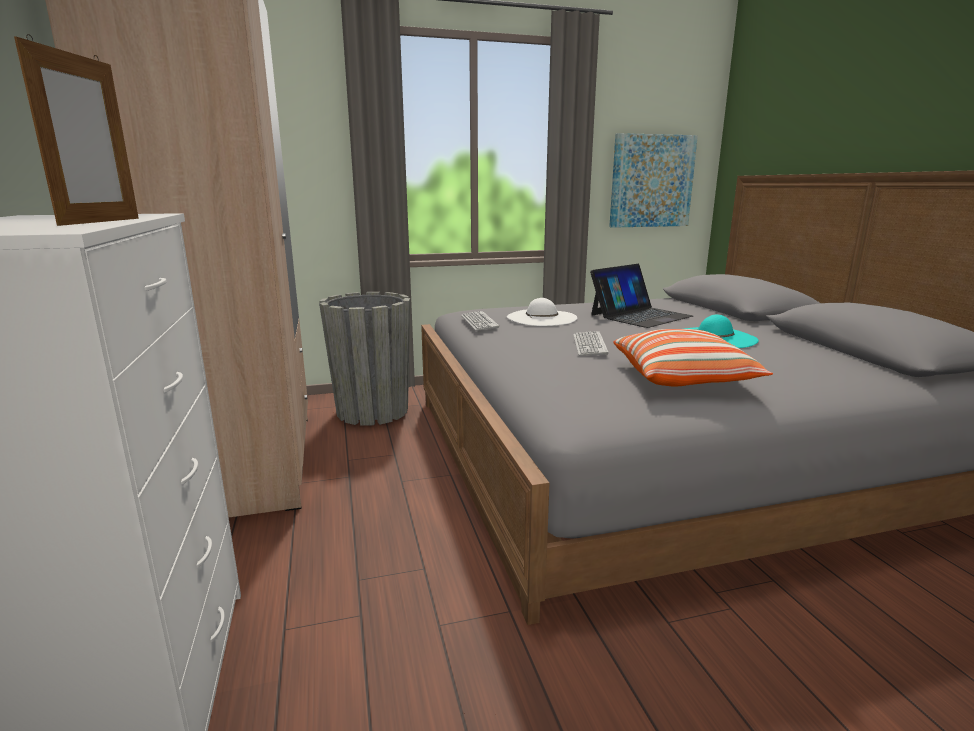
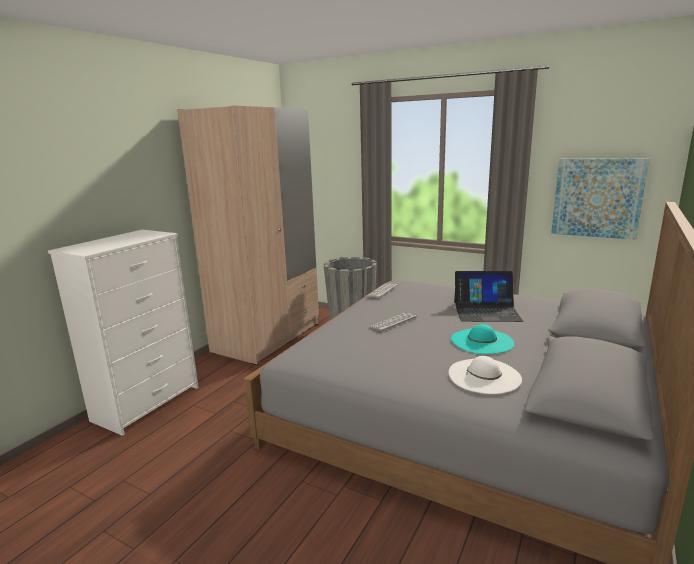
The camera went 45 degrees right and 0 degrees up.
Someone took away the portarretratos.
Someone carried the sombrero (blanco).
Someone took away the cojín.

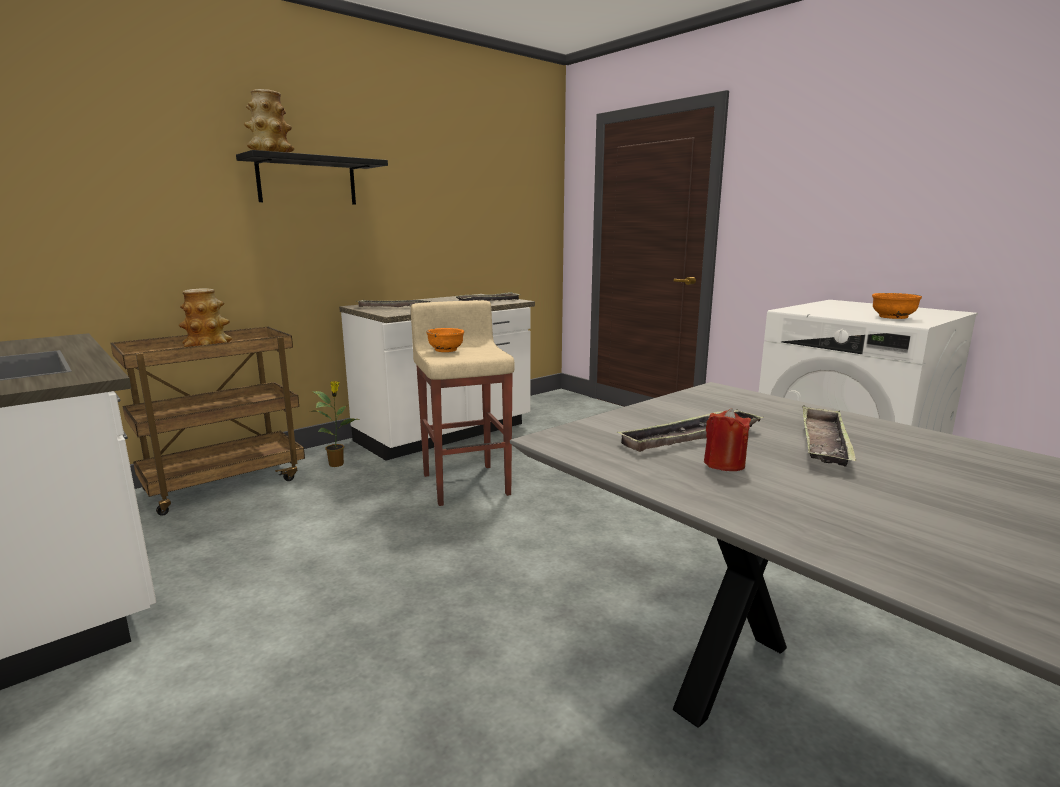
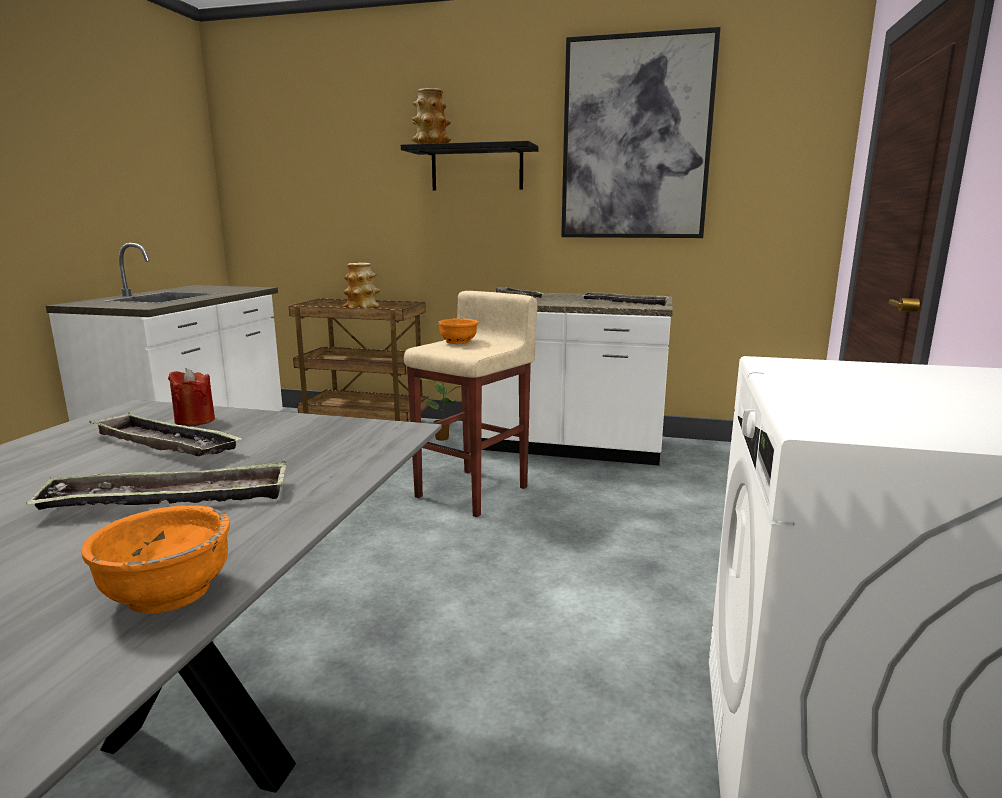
The camera went 55 degrees right and 0 degrees up.
Someone carried the vela (rojo).
Someone carried the cuenco (naranja) (2nd from left in the first image).
Someone put up the cuadro.

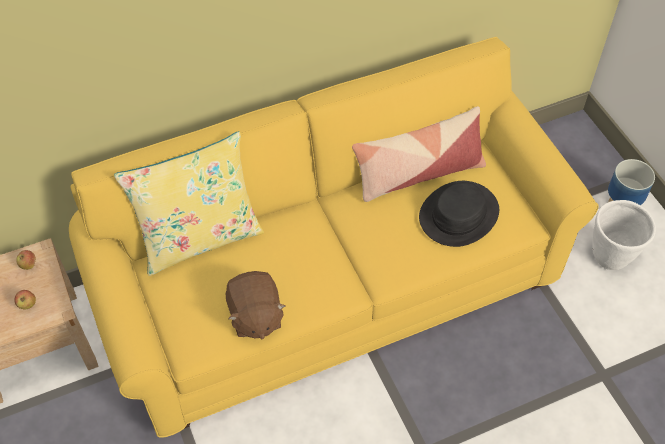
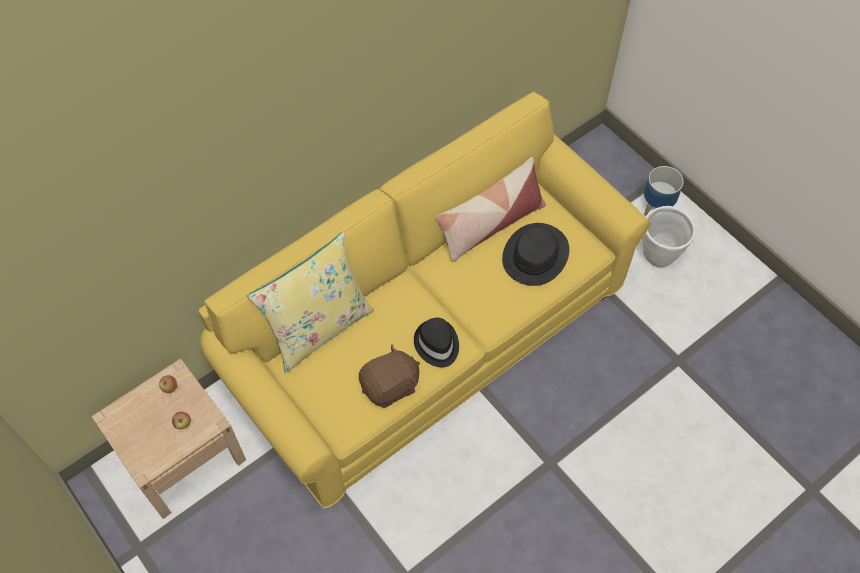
The camera went 15 degrees left and 5 degrees up.
Someone rotated the peluche (marrón) by 90 degrees counterclockwise.
Someone put down the sombrero (negro) (1st from left).

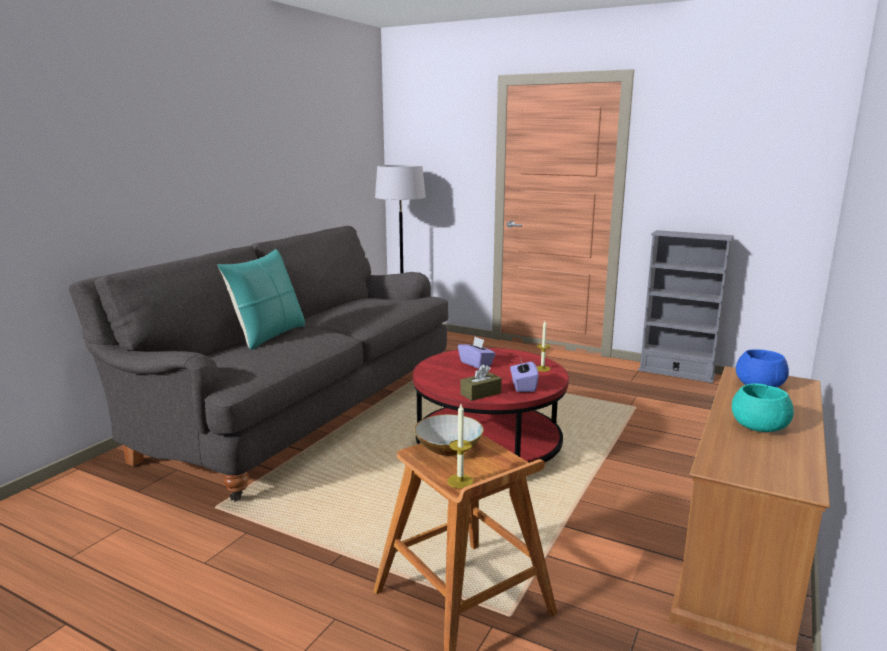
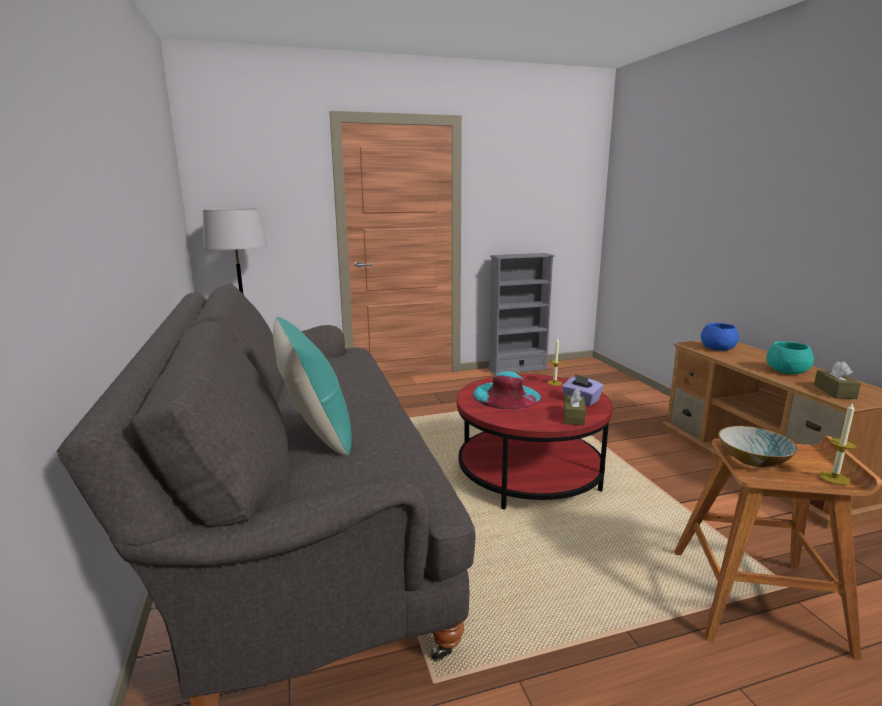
The camera went 45 degrees left and 0 degrees up.
Someone swapped the caja de pañuelos (morado) (1st from left) for the sombrero (turquesa).
Someone put down the caja de pañuelos (marrón) (2nd from left).

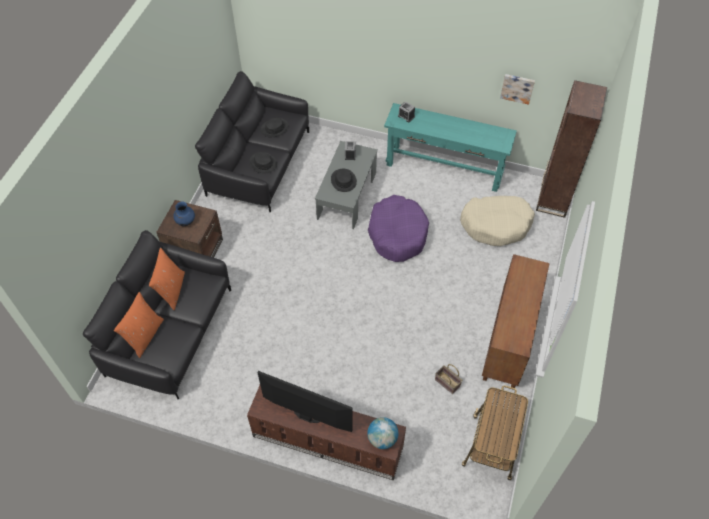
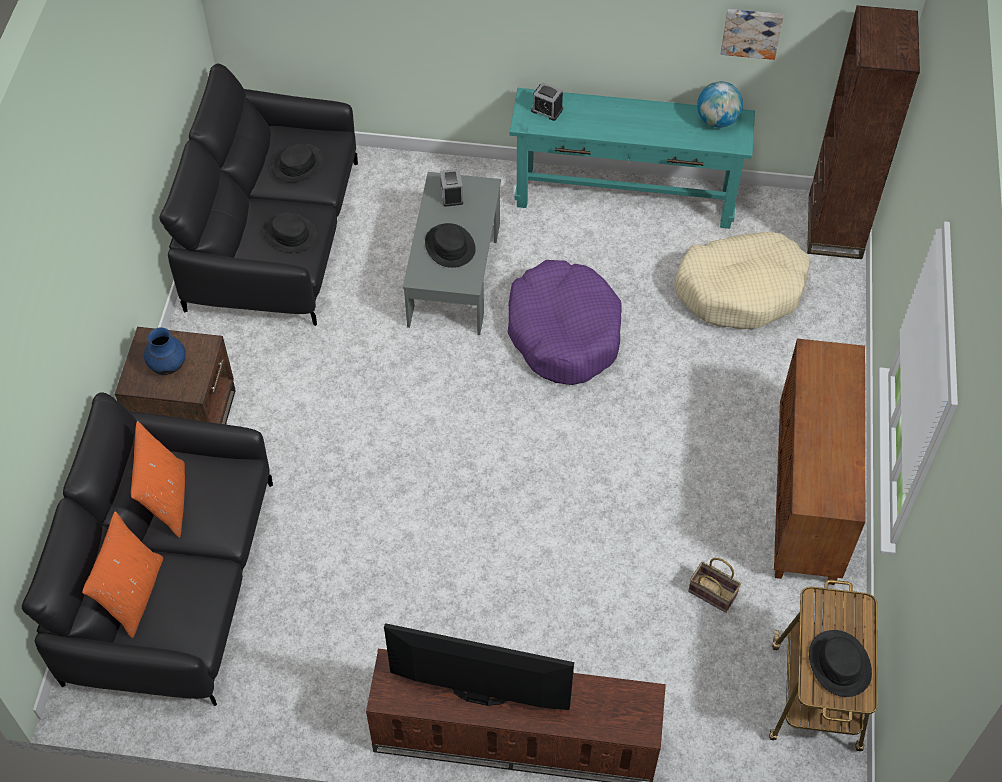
The camera went 10 degrees left and 0 degrees up.
Someone carried the globo terráqueo.
Someone put down the sombrero (negro) (4th from left).

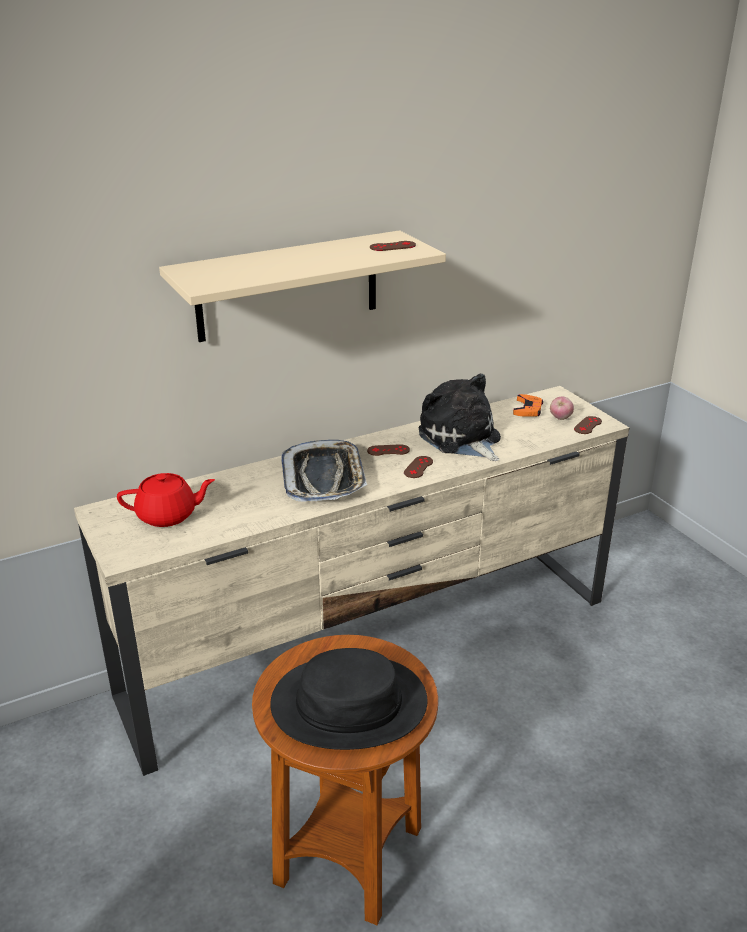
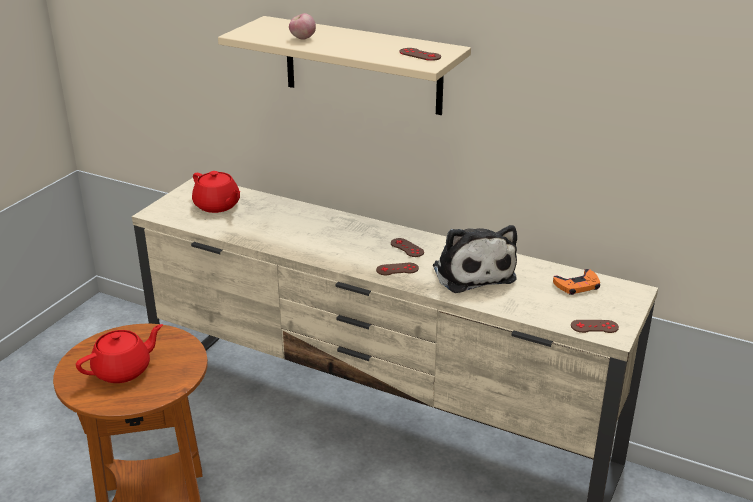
The camera went 55 degrees right and 0 degrees up.
Someone swapped the sombrero (negro) for the tetera (rojo) (1st from left).
Someone took away the bandeja.
Someone rotated the peluche by 135 degrees clockwise.
Someone carried the manzana.

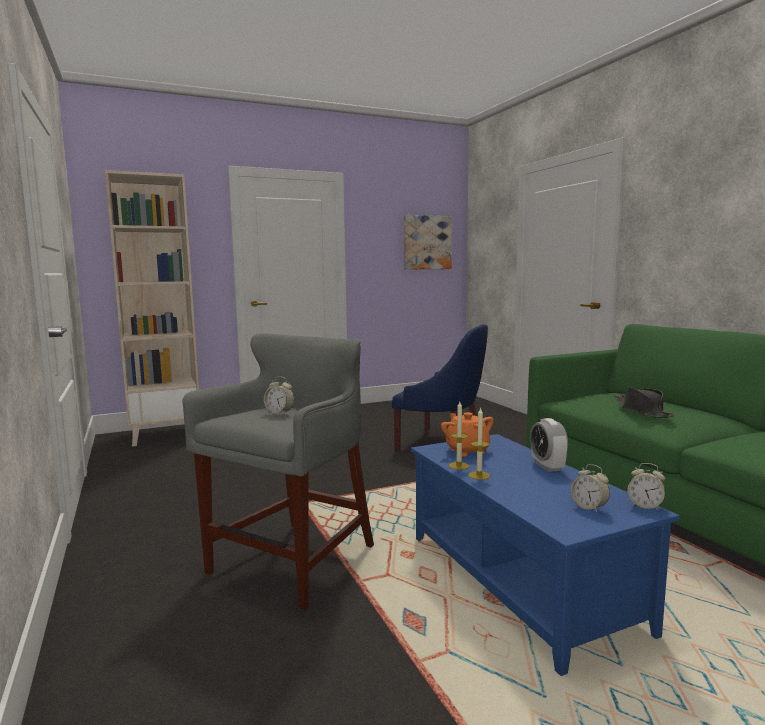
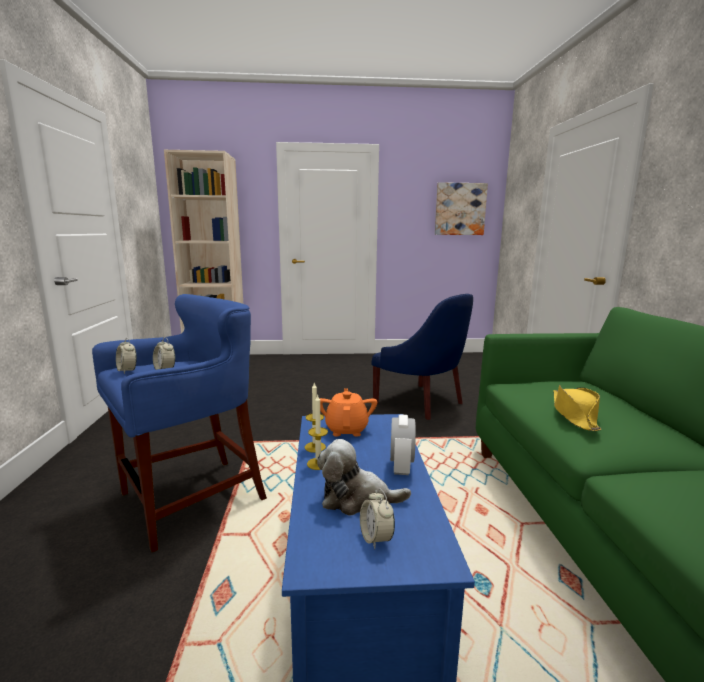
The camera went 20 degrees right and 5 degrees up.
Someone repainted the taburete (gris), which became the taburete (azul).
Someone repainted the sombrero (negro), which became the sombrero (amarillo).
Someone carried the despertador (4th from left in the first image).
Someone put down the peluche.

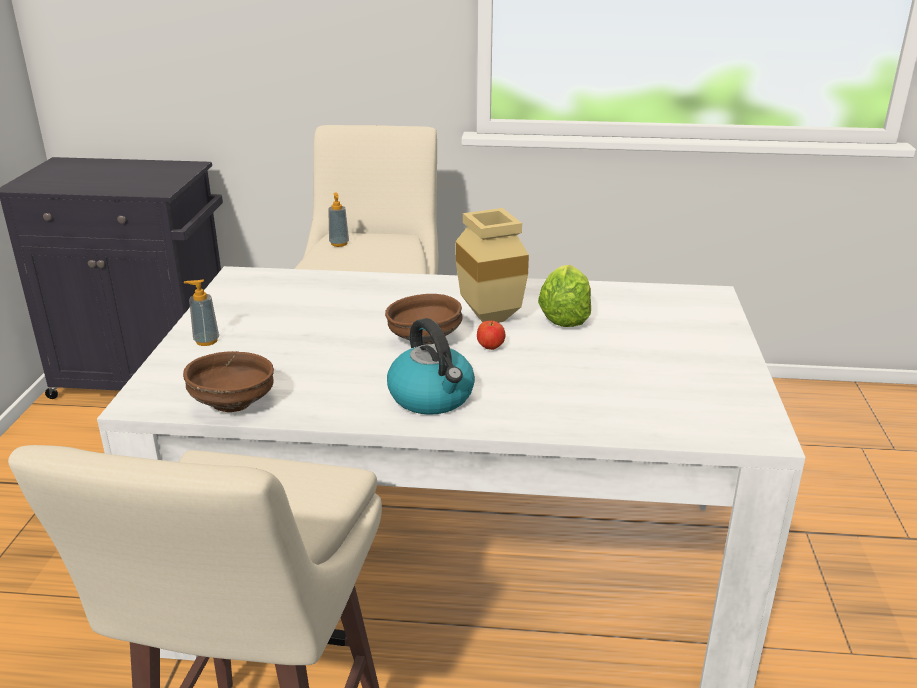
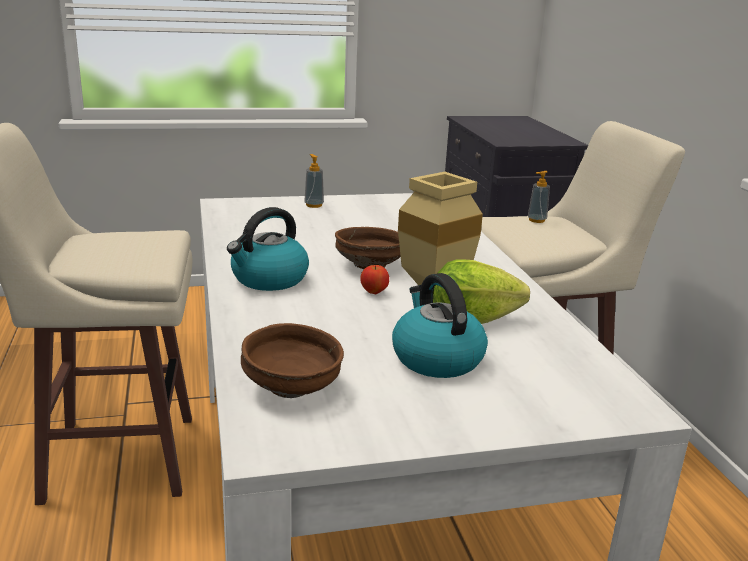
The camera went 70 degrees right and 5 degrees down.
Someone carried the cuenco (marrón) (1st from left).
Someone put down the hervidor (2nd from left).

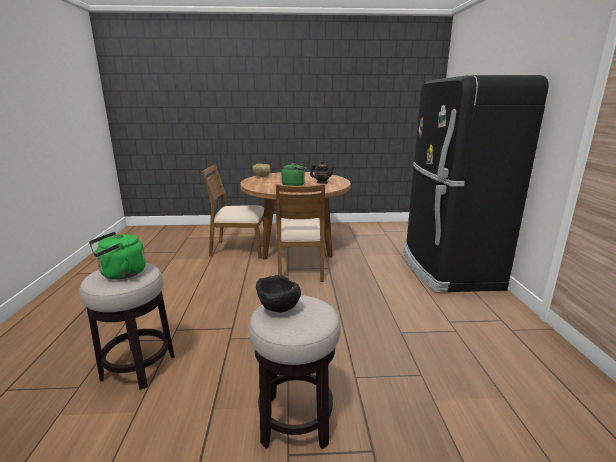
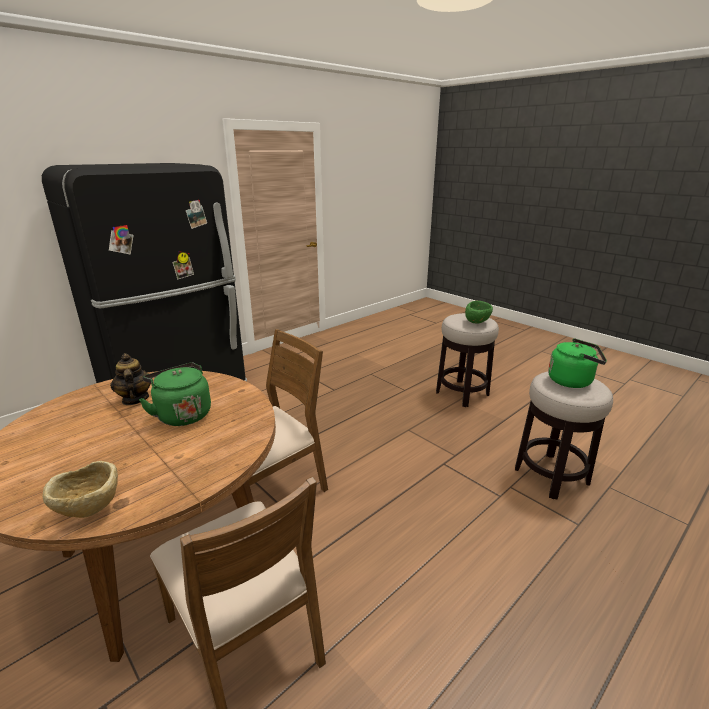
The camera went 130 degrees left and 5 degrees up.
Someone repainted the cuenco (negro), which became the cuenco (verde).

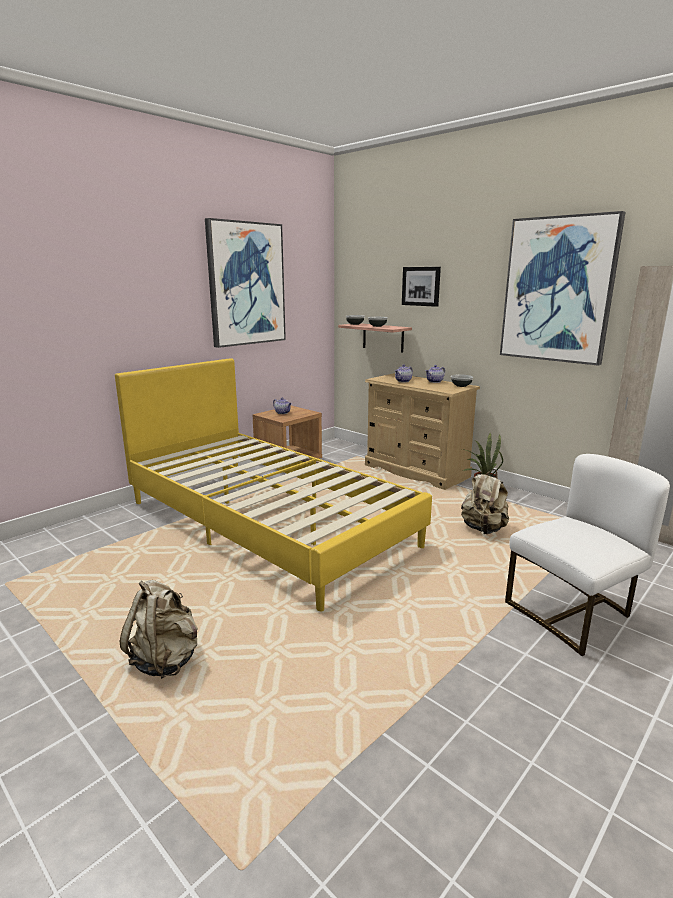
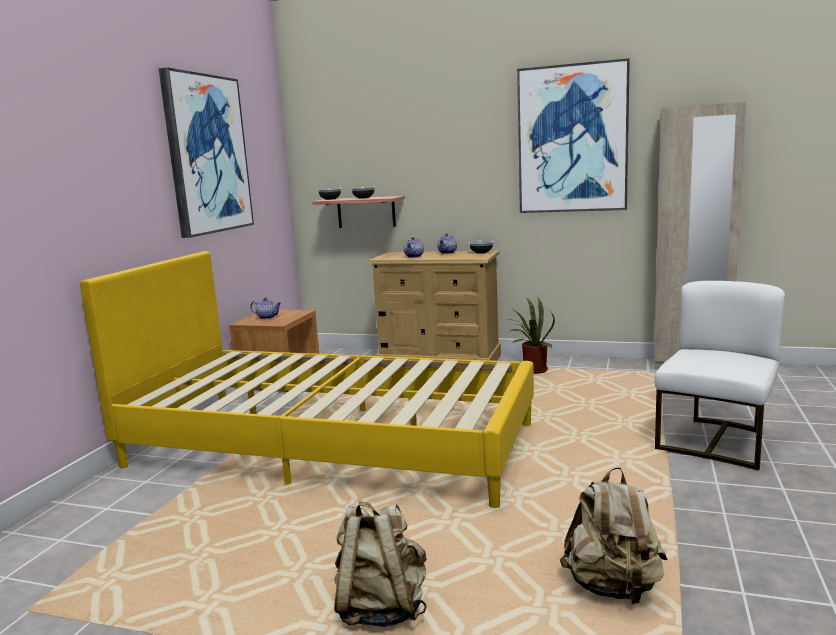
The camera went 25 degrees left and 5 degrees down.
Someone took away the cuadro (2nd from left).
Someone carried the mochila (beis) (2nd from left).

